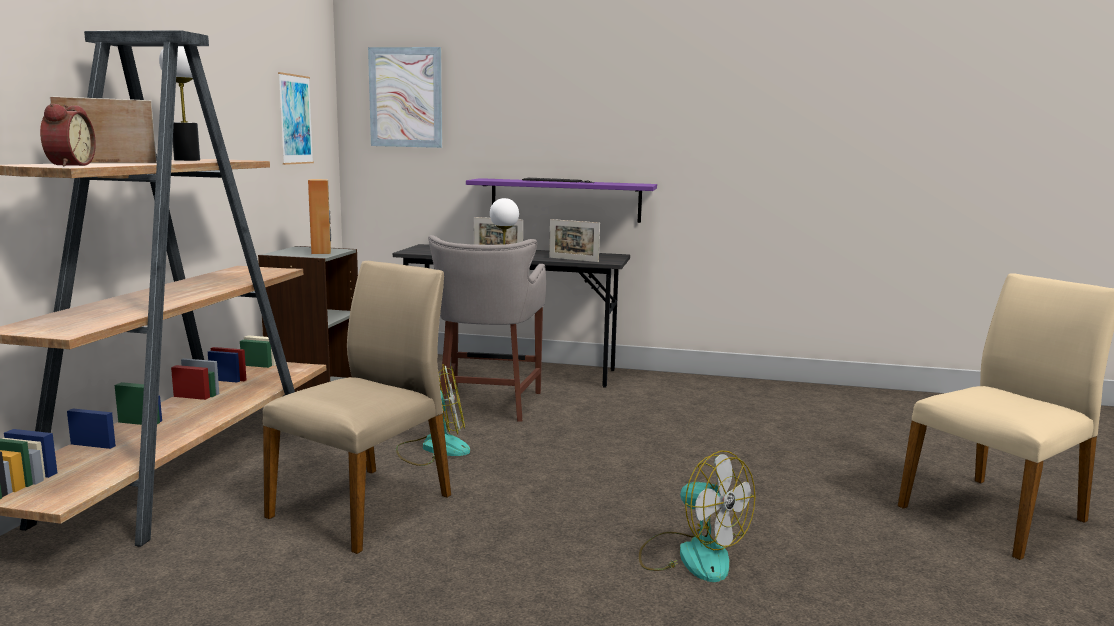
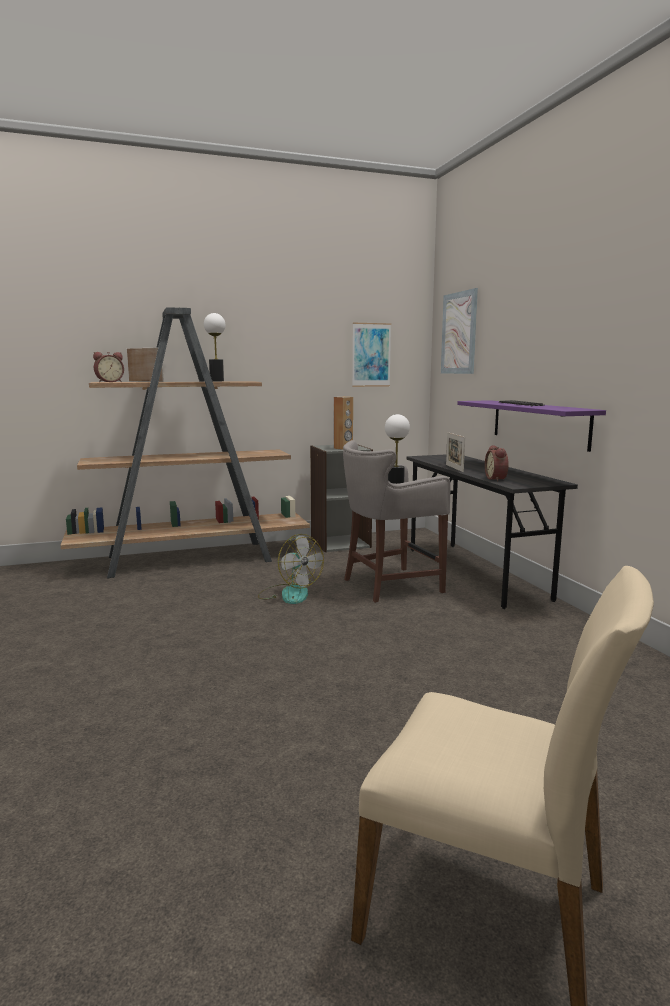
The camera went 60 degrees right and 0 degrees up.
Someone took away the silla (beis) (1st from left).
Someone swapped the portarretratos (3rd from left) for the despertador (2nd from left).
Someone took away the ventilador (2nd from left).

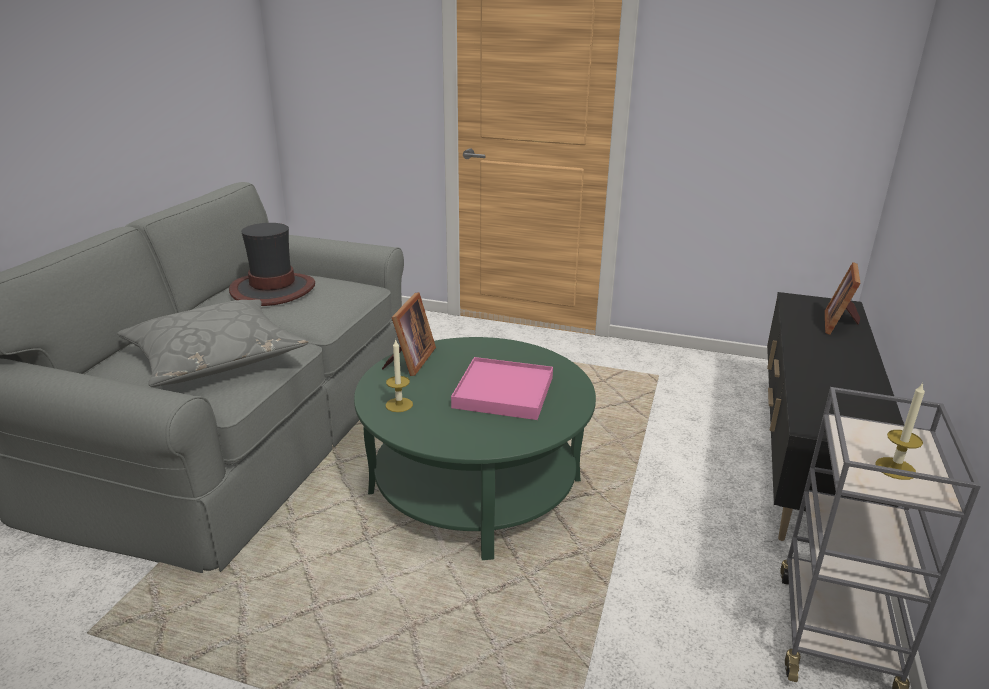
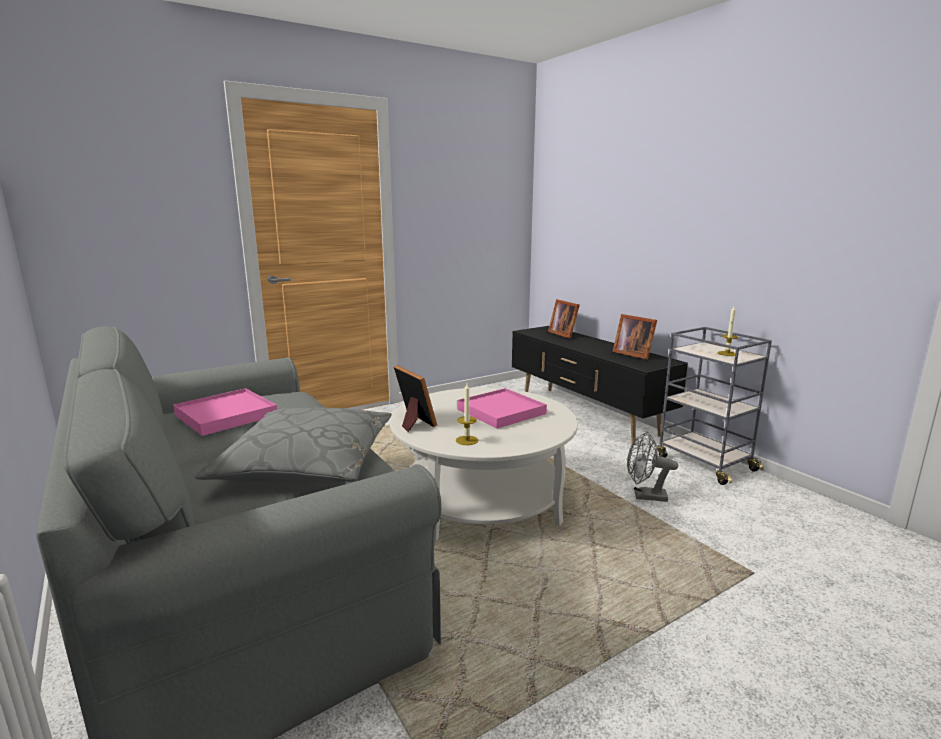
The camera went 50 degrees left and 10 degrees down.
Someone swapped the sombrero for the bandeja (rosa) (1st from left).
Someone repainted the mesa de centro (verde), which became the mesa de centro (blanco).
Someone put down the portarretratos (3rd from left).
Someone put down the ventilador (gris).

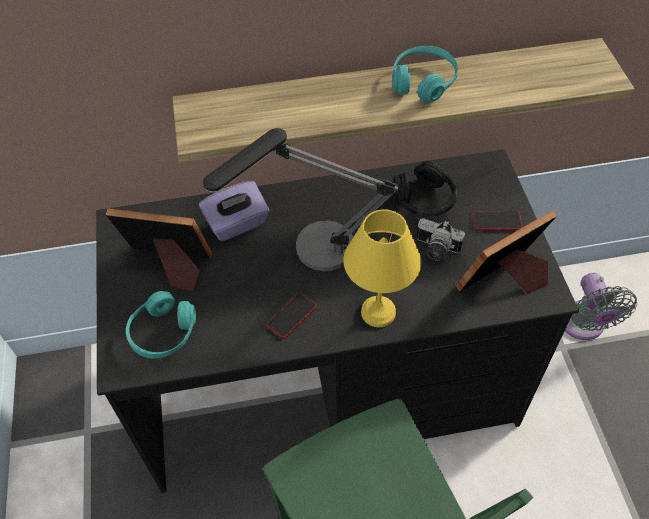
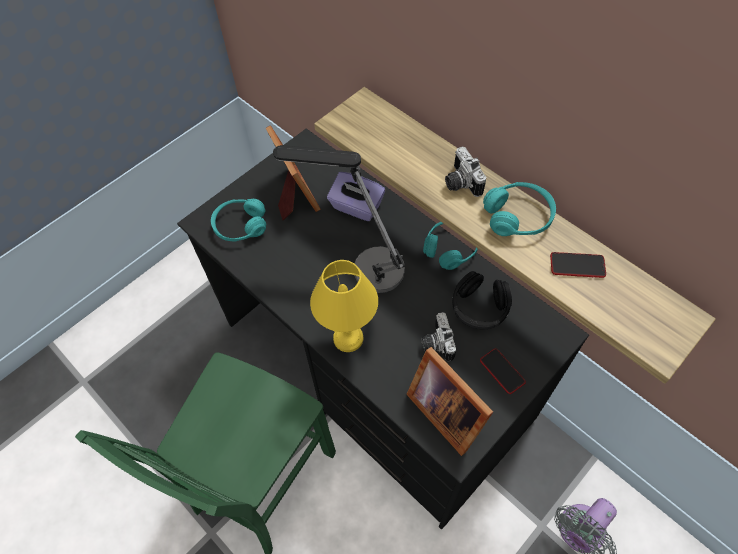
The camera went 55 degrees right and 5 degrees up.
Someone carried the móvil (1st from left in the first image).
Someone rotated the portarretratos (2nd from left) by 150 degrees counterclockwise.
Someone put down the auriculares (turquesa) (2nd from left).
Someone put down the cámara (2nd from left).

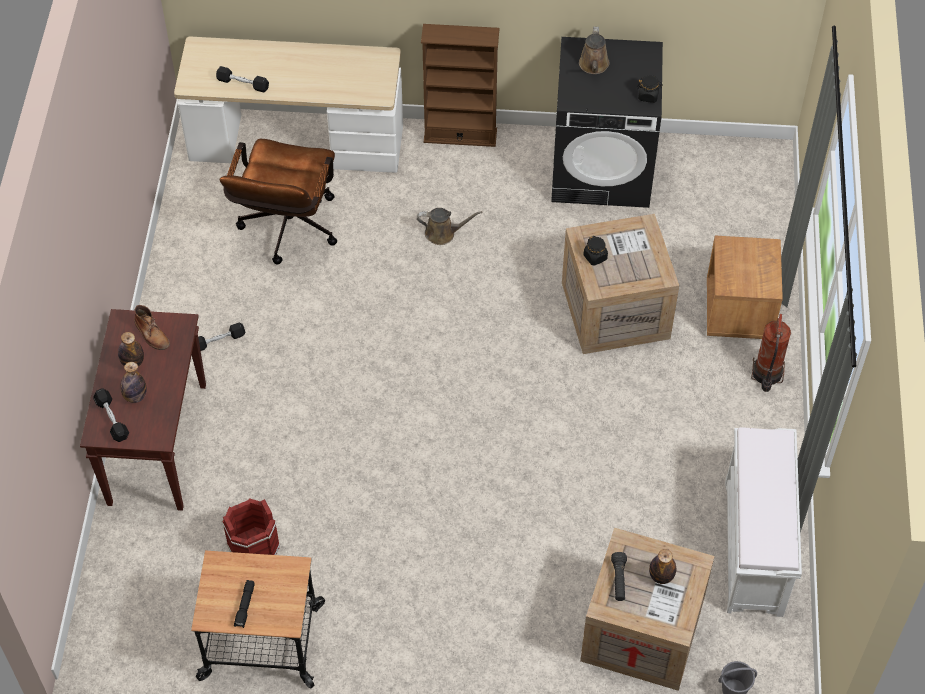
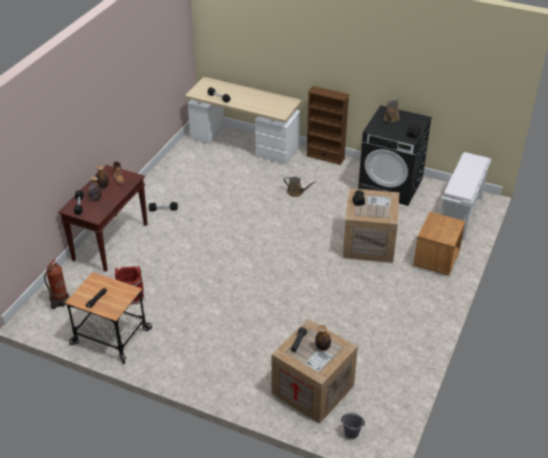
The camera went 20 degrees right and 15 degrees down.
Someone took away the silla de oficina (marrón).
Someone carried the banco (blanco).
Someone carried the extintor.

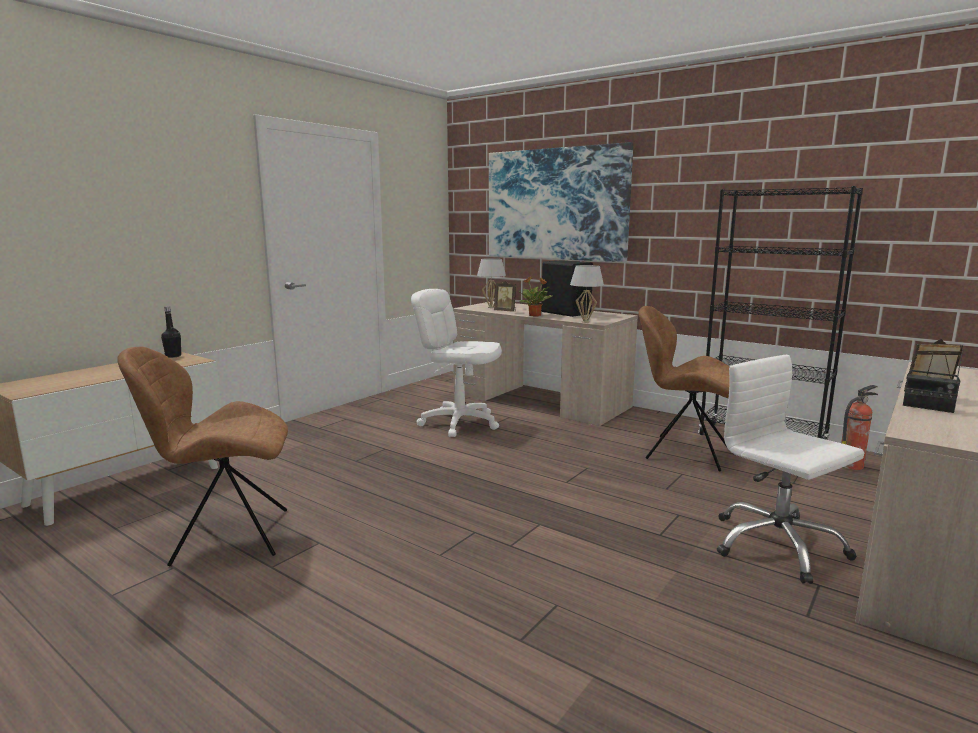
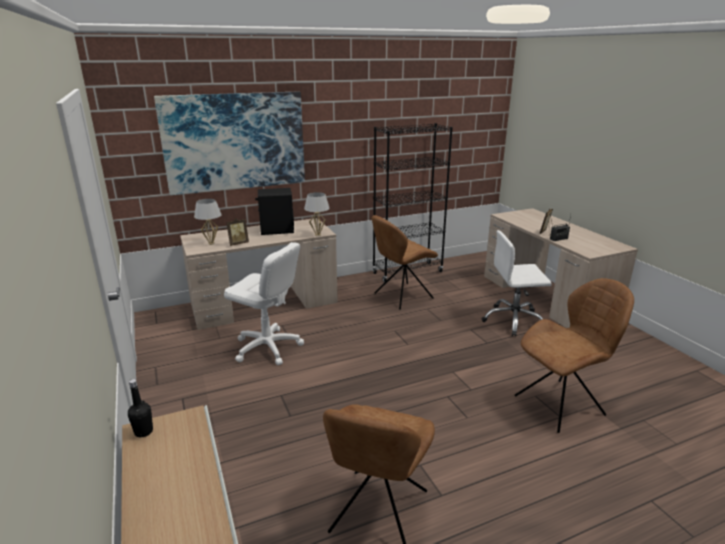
The camera went 60 degrees left and 10 degrees up.
Someone rotated the silla de oficina (blanco) (1st from left) by 120 degrees counterclockwise.
Someone took away the planta en maceta.
Someone took away the extintor.
Someone put down the silla (marrón) (3rd from left).

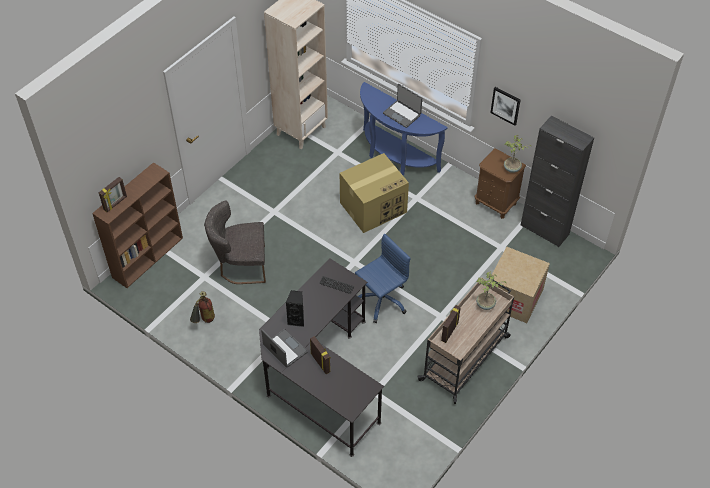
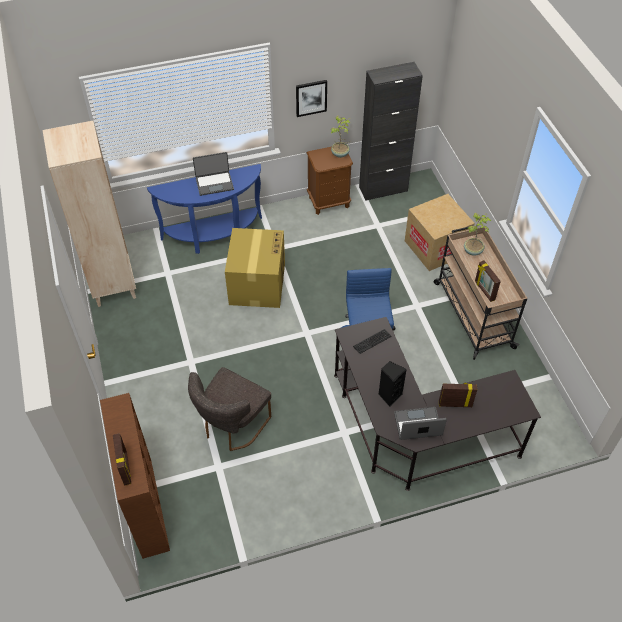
The camera went 55 degrees left and 0 degrees up.
Someone took away the extintor.

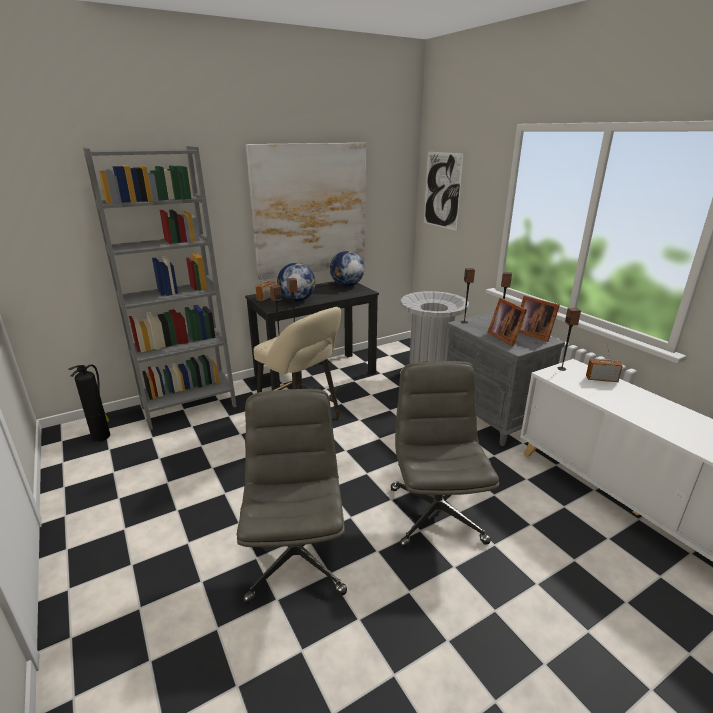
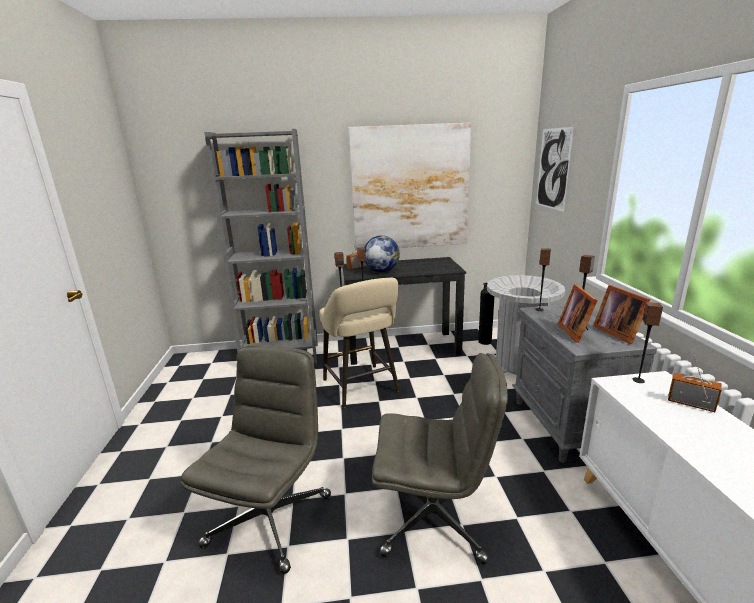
The camera went 25 degrees right and 5 degrees down.
Someone carried the extintor.
Someone took away the globo terráqueo (2nd from left).
Someone rotated the silla de oficina (gris) (2nd from left) by 75 degrees clockwise.

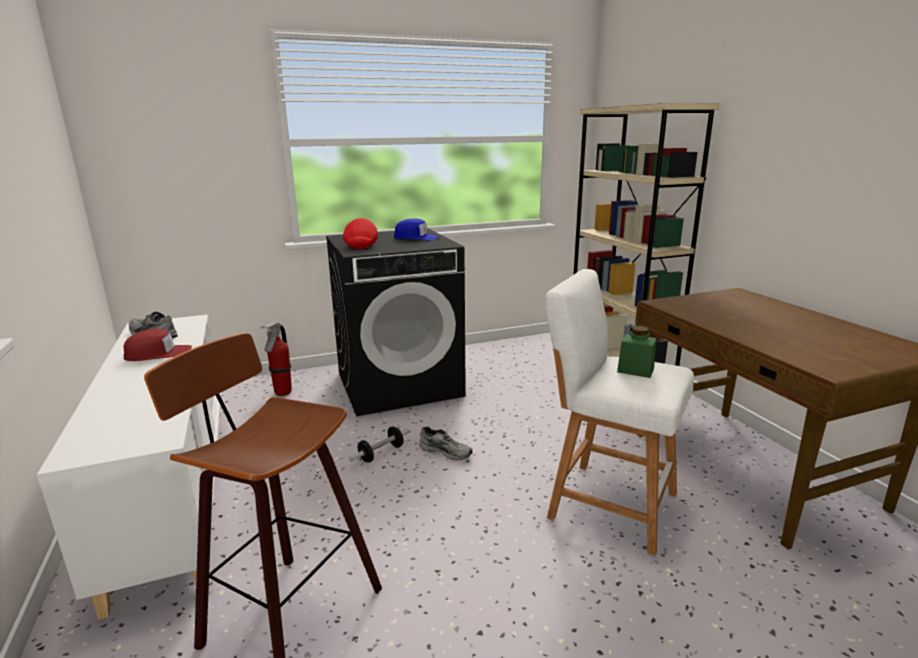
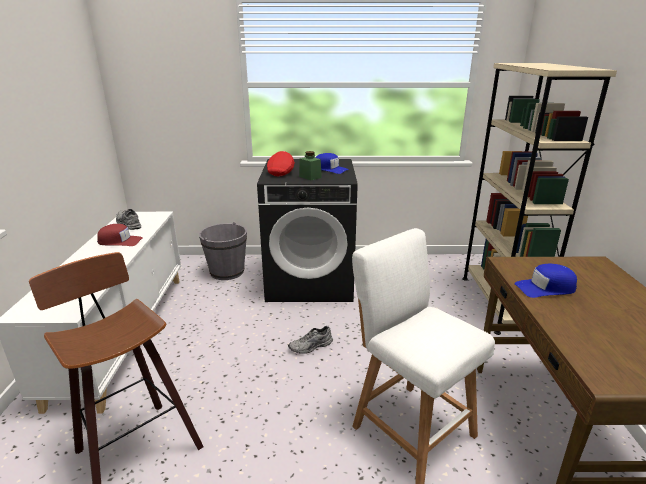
The camera went 20 degrees right and 5 degrees up.
Someone swapped the extintor for the cubo (gris).
Someone took away the mancuerna.
Someone rotated the zapato (gris) (2nd from left) by 105 degrees clockwise.
Someone carried the tarro (verde).
Someone put down the gorra (azul) (2nd from left).

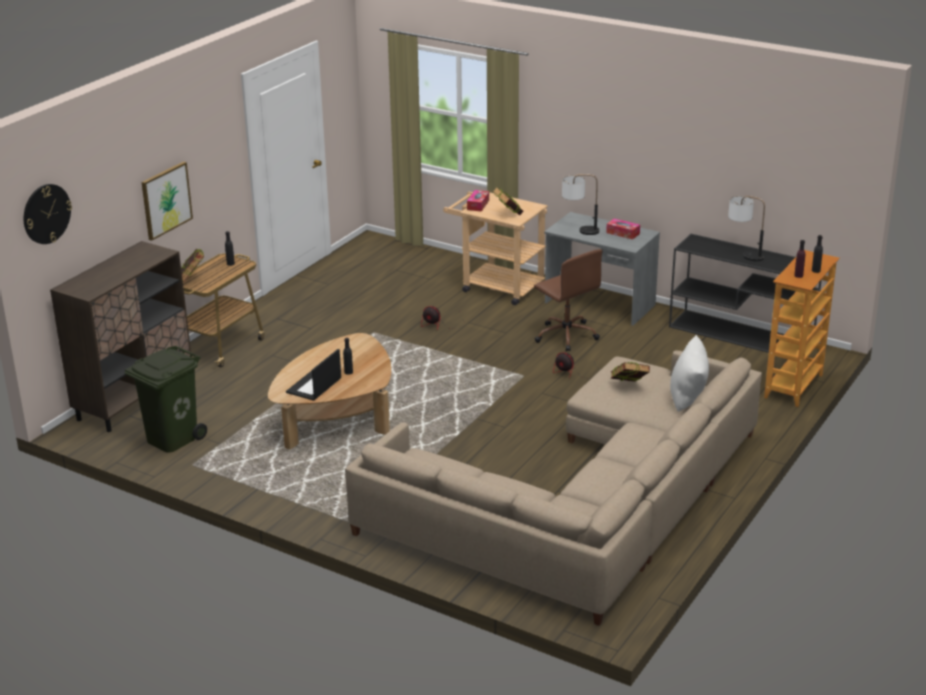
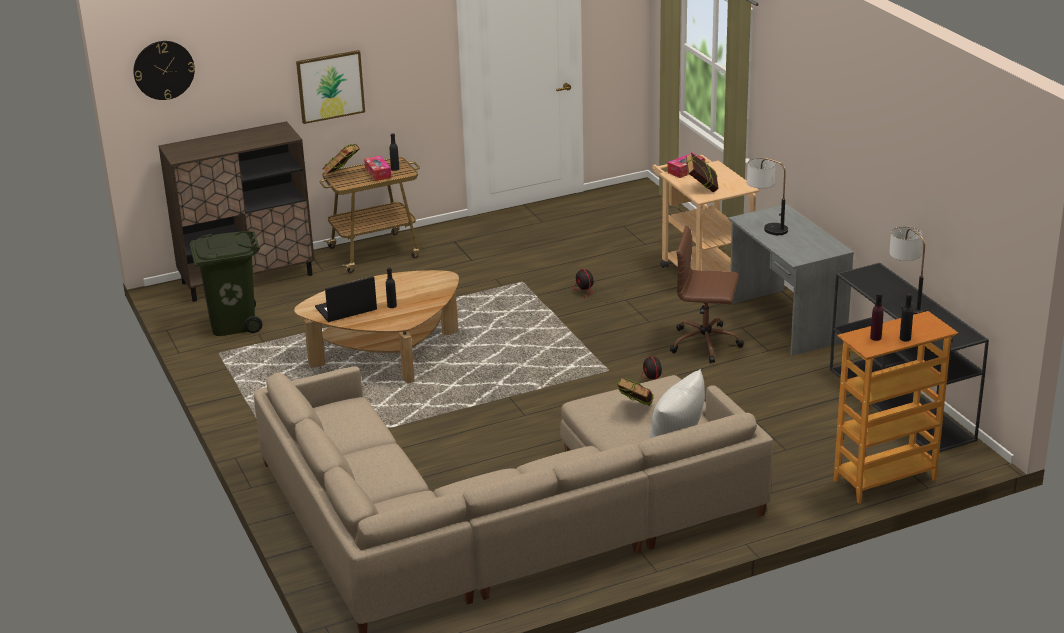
The camera went 35 degrees right and 0 degrees up.
Someone rotated the silla de oficina (marrón) by 105 degrees clockwise.
Someone carried the caja de pañuelos (2nd from left in the first image).

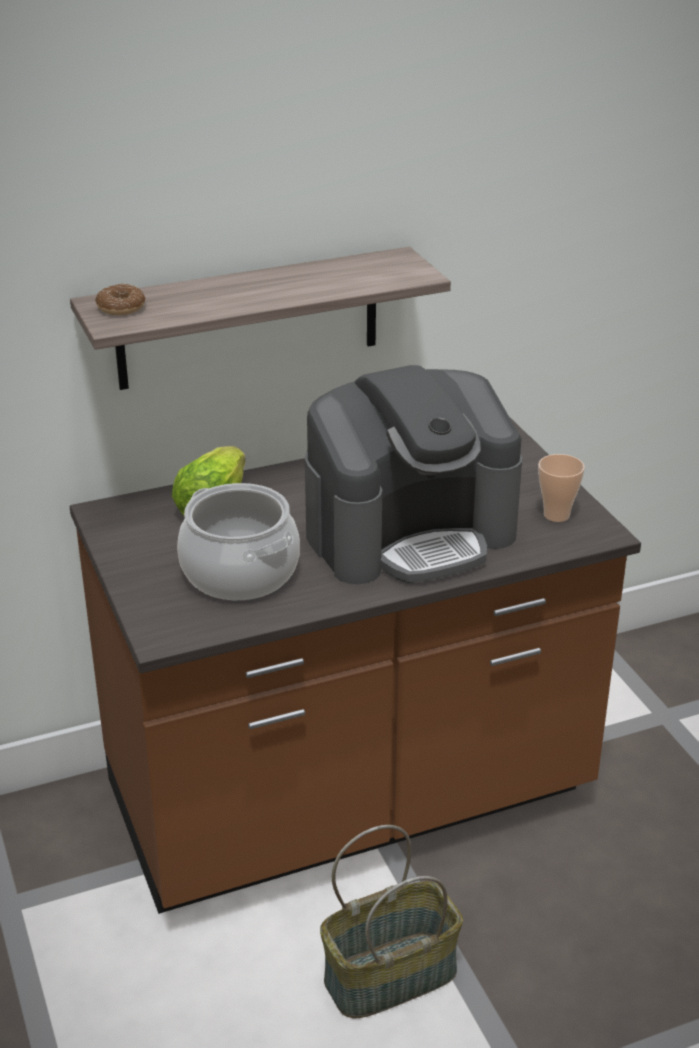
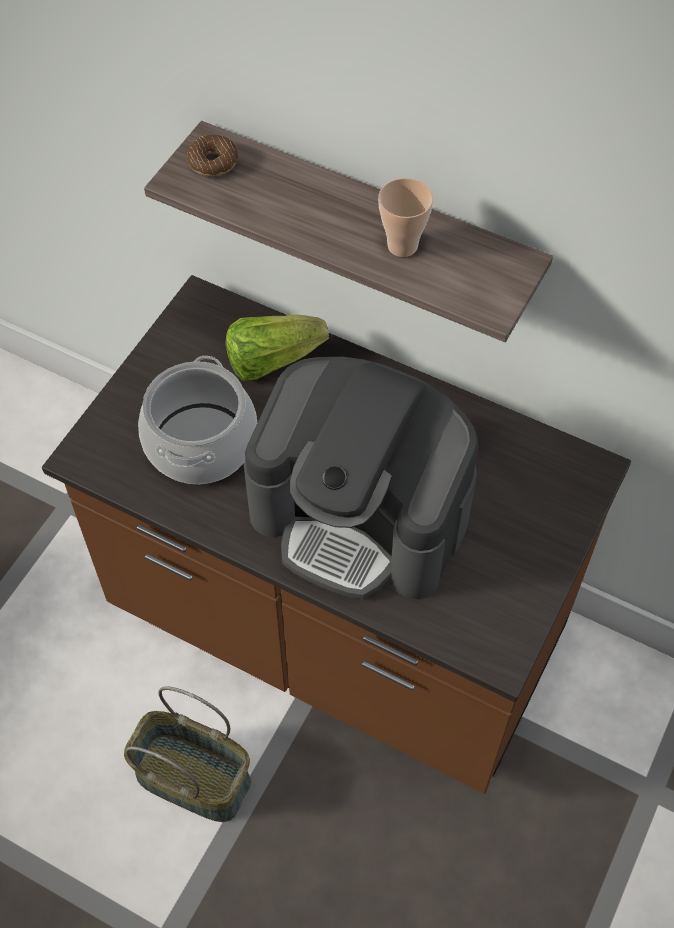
The camera went 50 degrees right and 25 degrees up.
Someone carried the taza.

